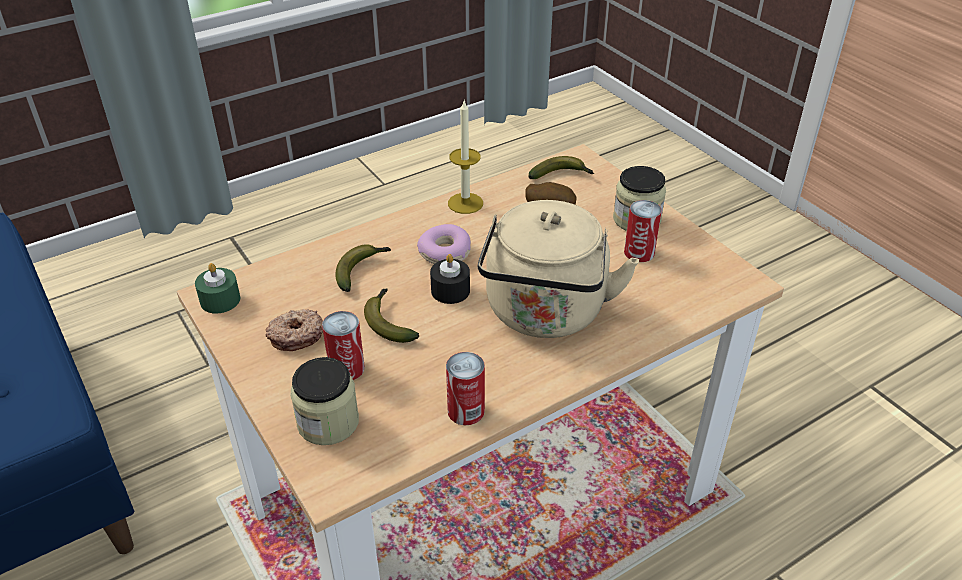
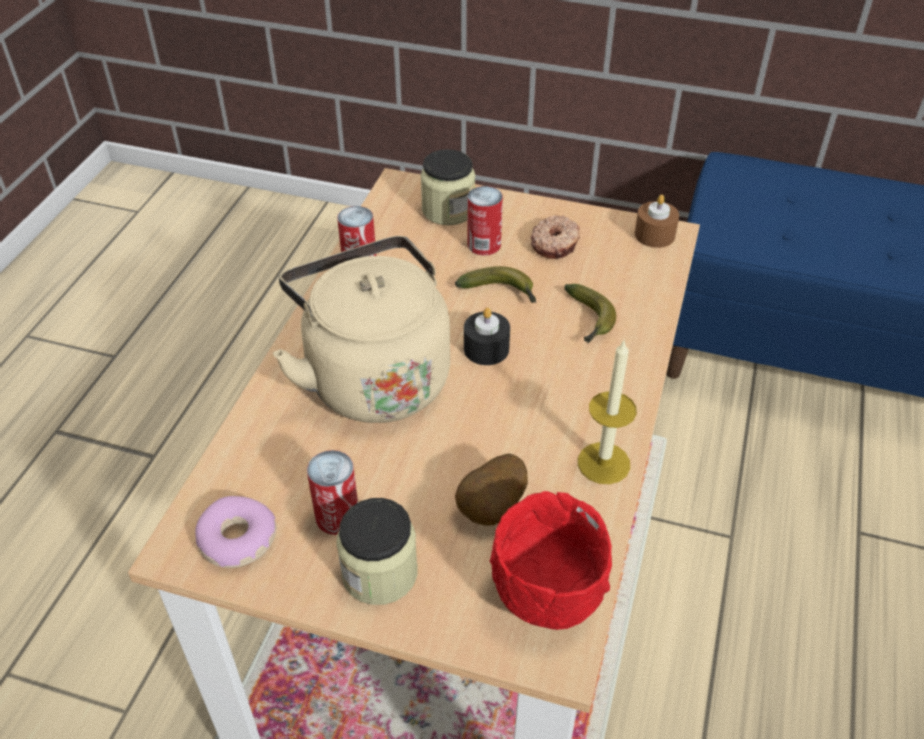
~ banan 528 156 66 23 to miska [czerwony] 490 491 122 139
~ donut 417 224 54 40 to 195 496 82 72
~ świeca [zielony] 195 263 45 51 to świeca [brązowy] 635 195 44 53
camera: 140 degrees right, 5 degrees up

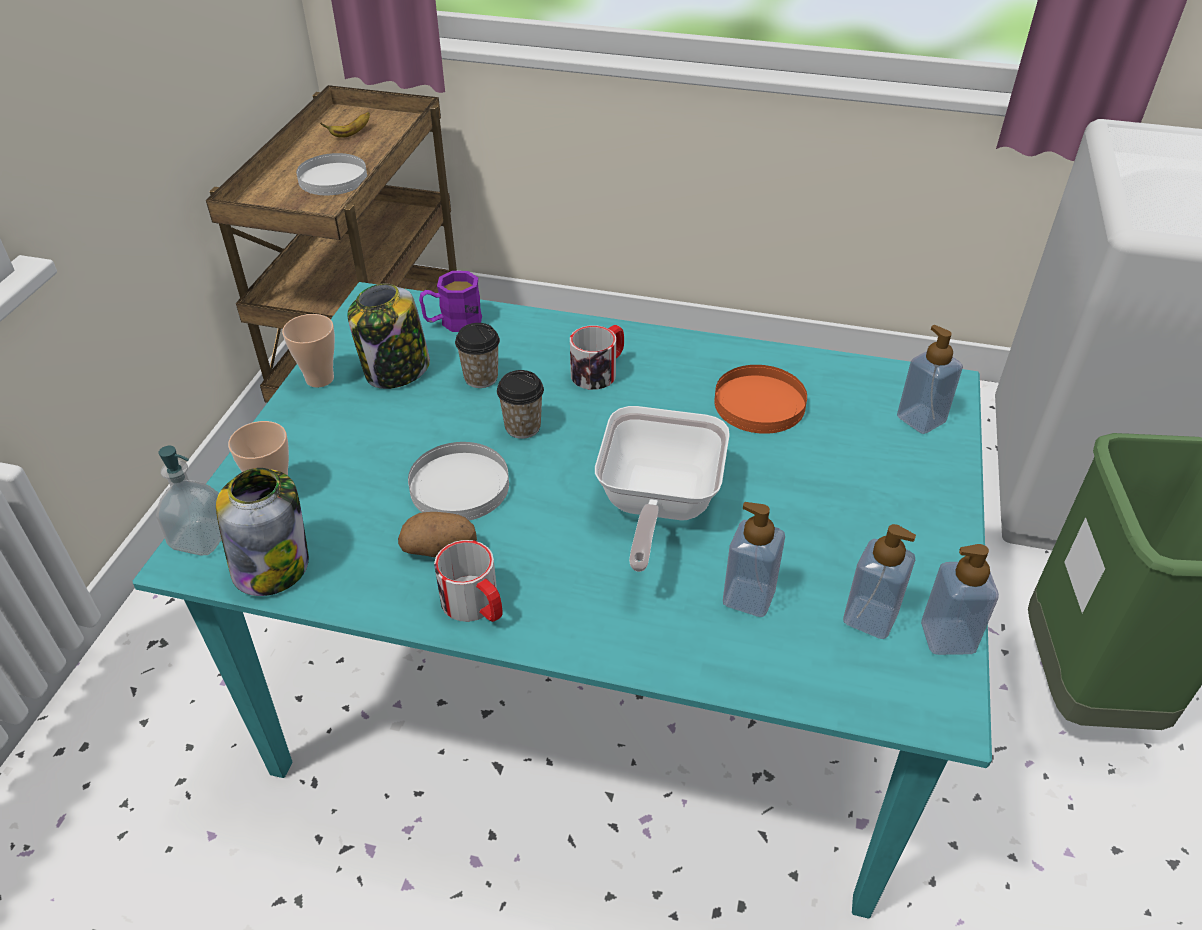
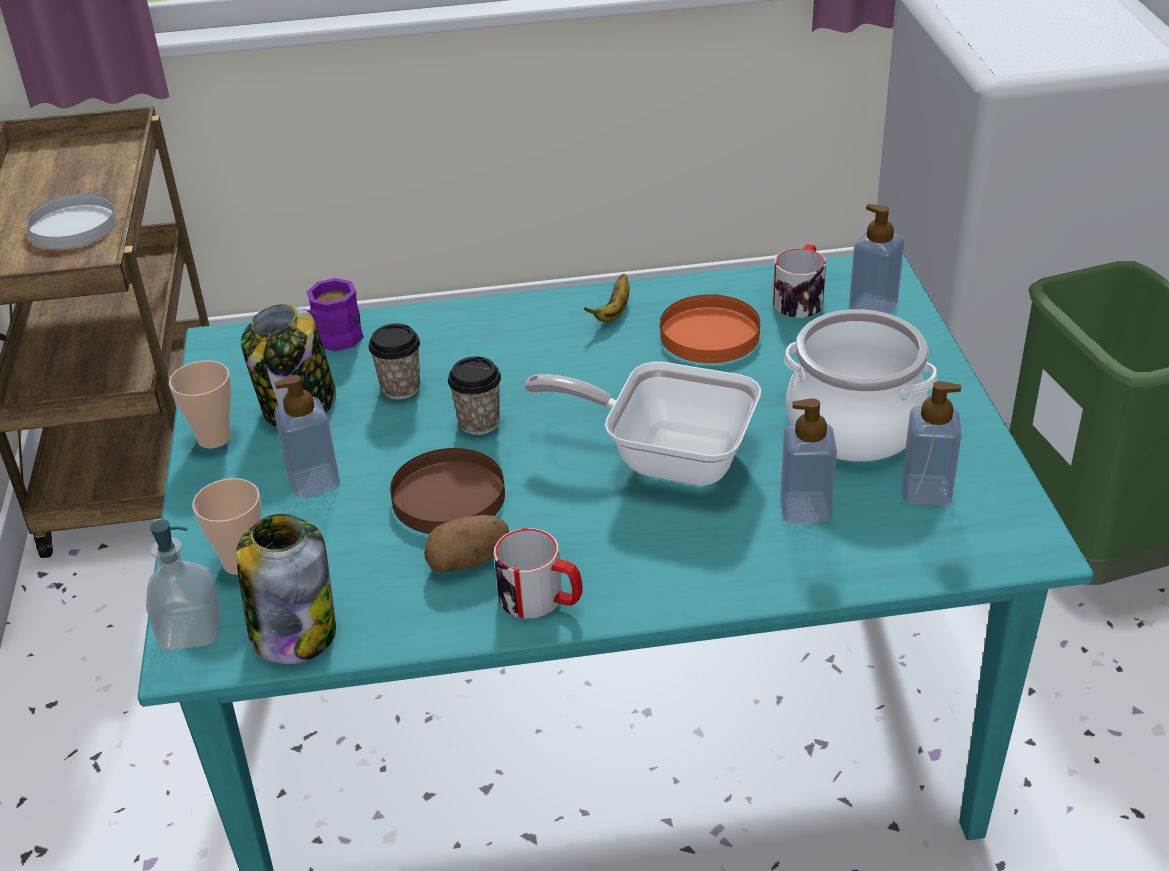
~ banan 320 112 50 26 to 584 274 46 48
~ kubek 570 325 54 65 to 773 244 53 74
~ patelnia 595 406 135 166 = 524 361 237 125 120 degrees clockwise
~ talerz [biały] 408 442 101 78 to talerz [brązowy] 390 448 115 86
~ dozownik mydła 921 544 78 111 to 274 375 66 123
+ garnek 784 309 153 153
camera: 20 degrees left, 5 degrees down

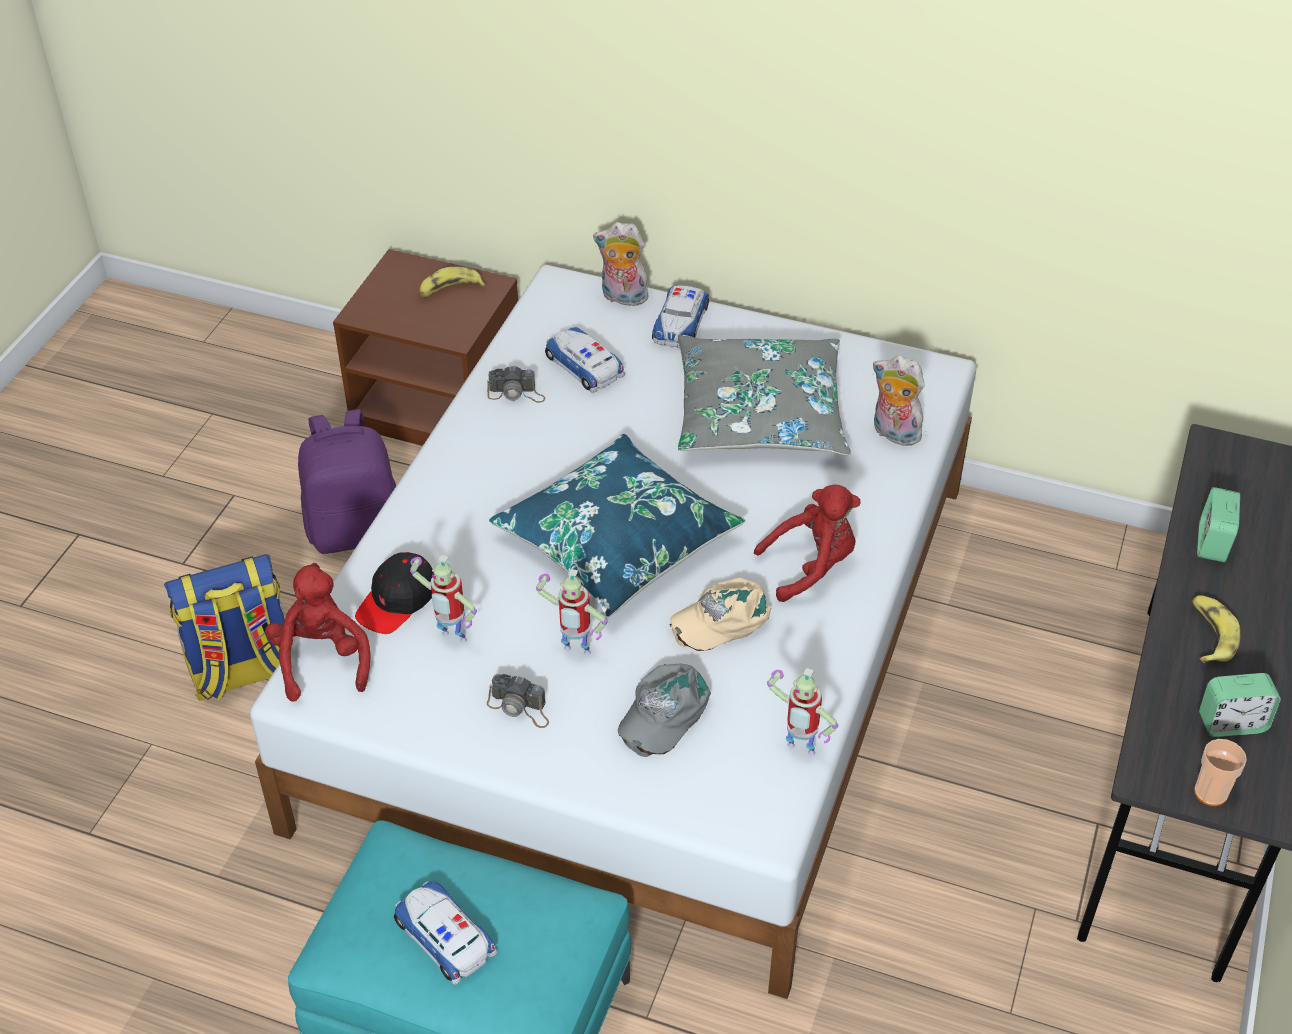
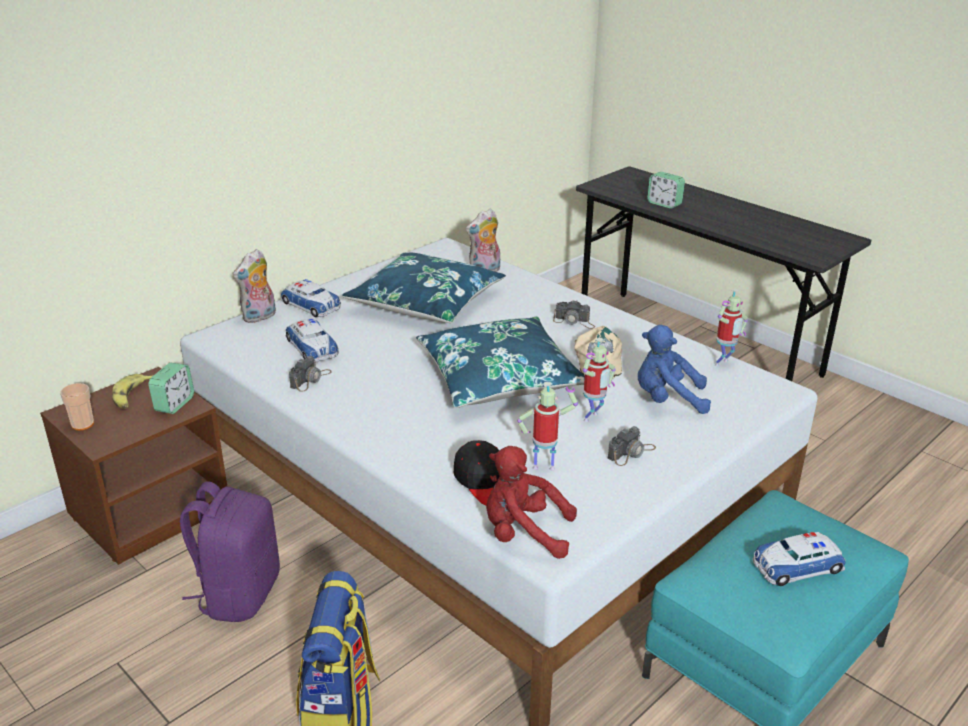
~ samochodzik 545 327 80 66 = 286 319 53 43 105 degrees counterclockwise
~ poduszka [szary] 678 335 173 120 to poduszka [niebieski] 342 253 164 70
~ pluszak [czerwony] 754 484 107 118 to aparat fotograficzny 553 301 42 28
~ robot zabawkowy 410 555 67 88 = 517 382 61 89 135 degrees counterclockwise
- banan 1192 595 49 68
~ czapka z daszkiem [szary] 618 664 93 93 to pluszak [niebieski] 638 325 73 89
~ budzik 1199 673 82 64 to 148 363 46 51
~ filiżanka 1194 739 53 67 to 60 383 34 47
camera: 65 degrees left, 15 degrees down

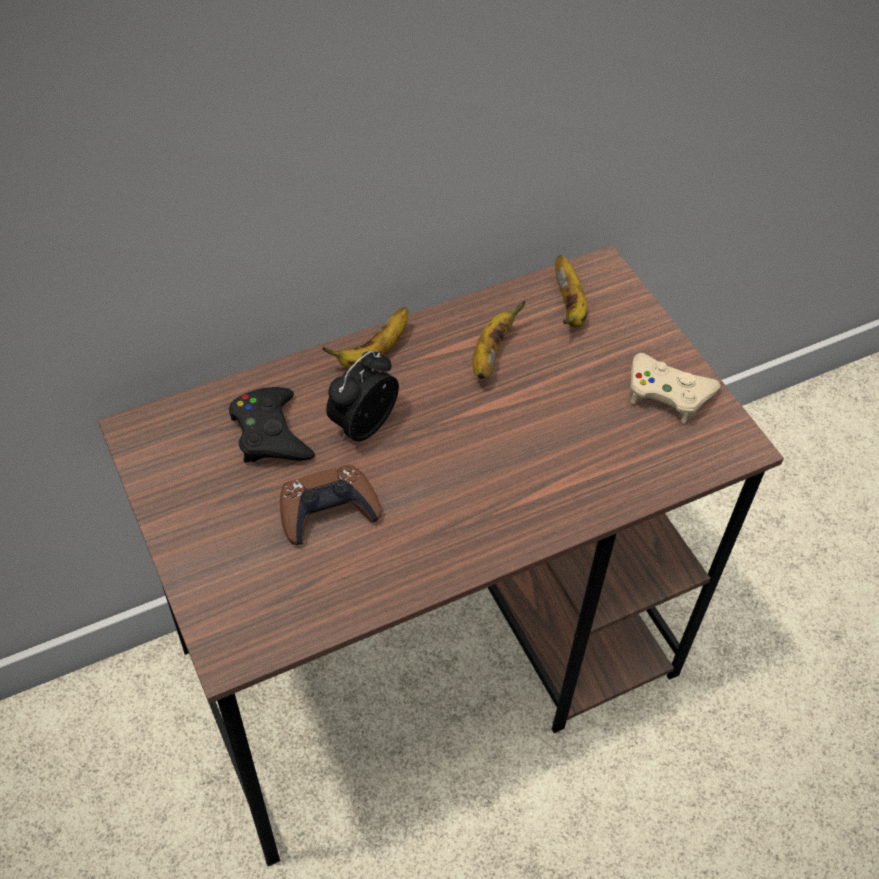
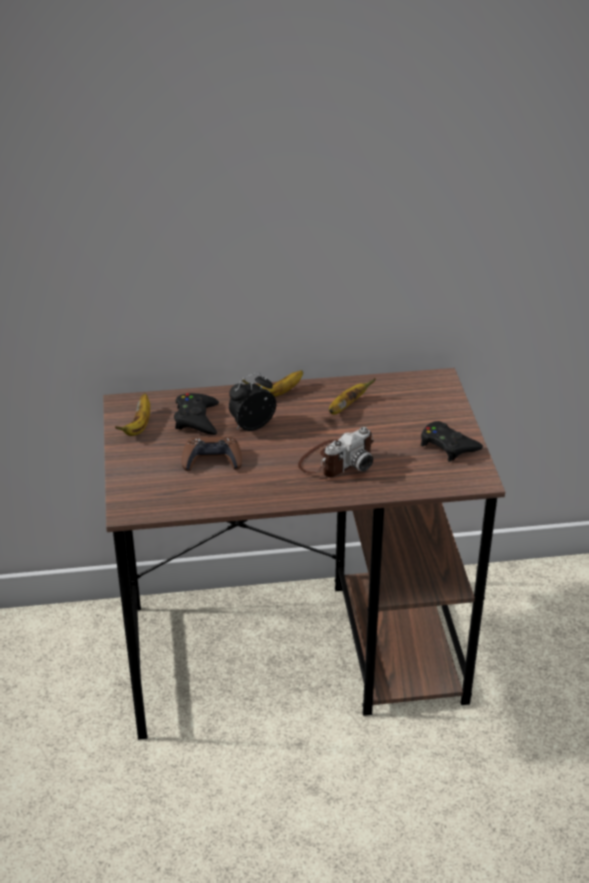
~ banan 555 255 32 73 to 115 394 35 42
~ pad do gier [beżowy] 630 353 90 71 to pad do gier [czarny] 421 421 62 41
+ aparat fotograficzny 298 427 76 50
camera: 20 degrees right, 15 degrees down

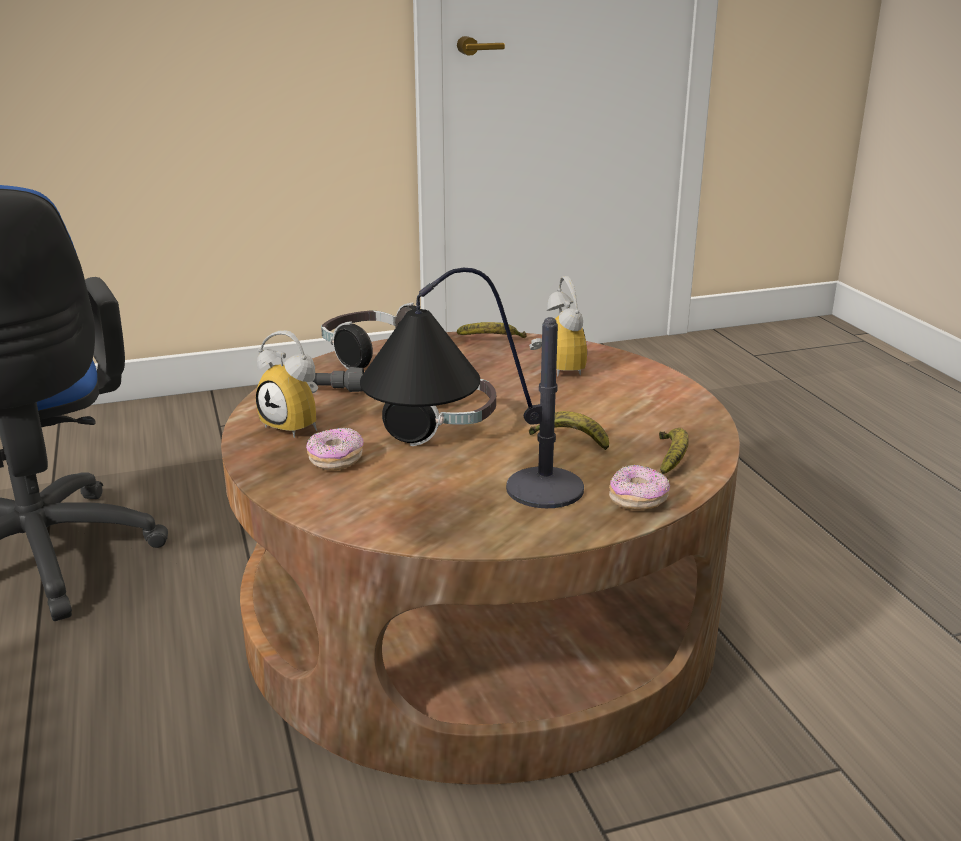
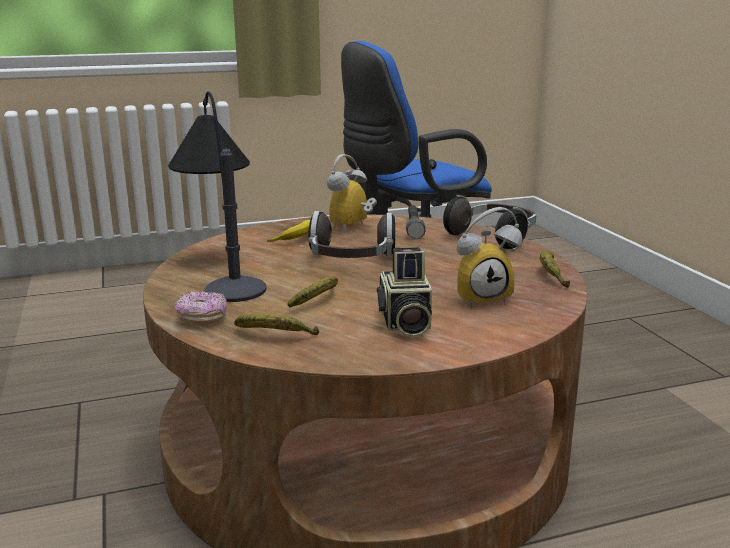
~ donut 306 428 58 42 to banan 267 220 43 22
+ aparat fotograficzny 377 247 55 90
camera: 90 degrees right, 5 degrees down

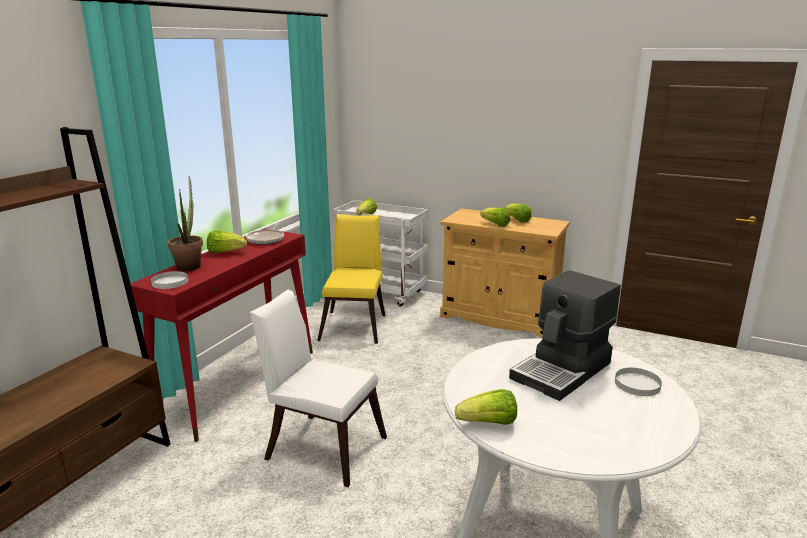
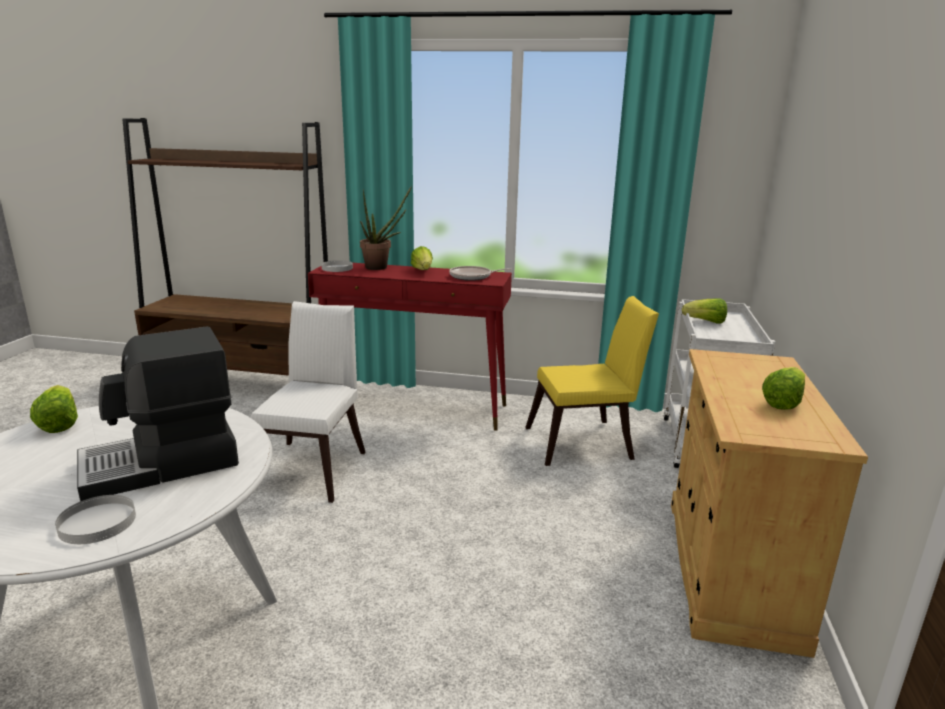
- sałata 480 207 30 20
~ ekspres do kawy 509 270 112 131 = 77 327 162 174 60 degrees counterclockwise
camera: 75 degrees right, 0 degrees up

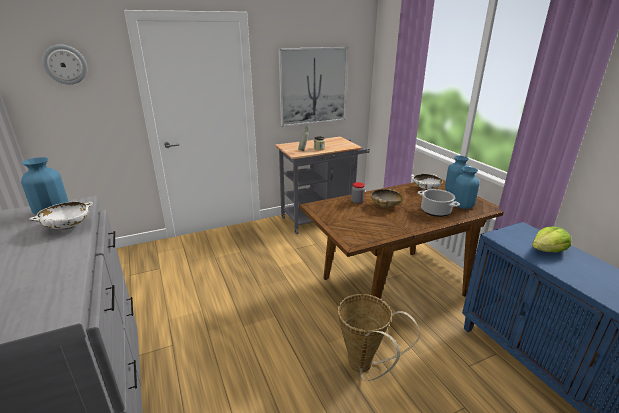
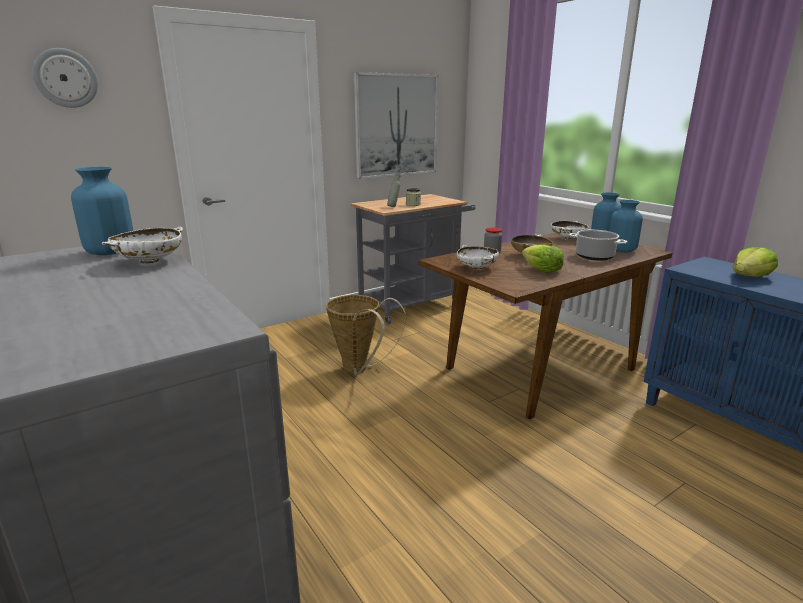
~ koszyk 338 294 82 87 to 326 295 80 80
+ miska [biały] 457 245 42 25
+ sałata 522 245 42 28
camera: 10 degrees left, 5 degrees down

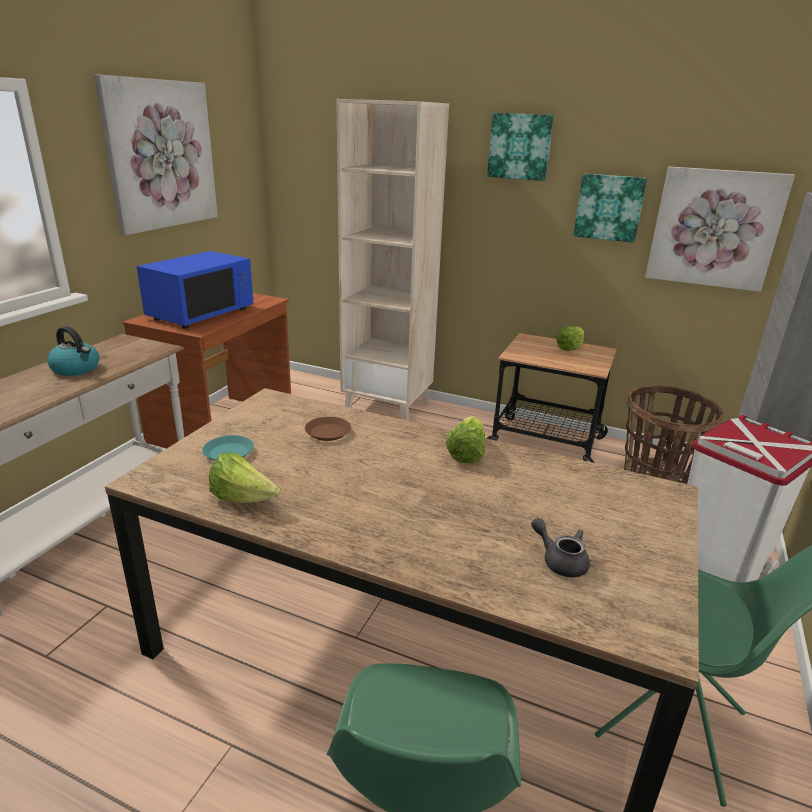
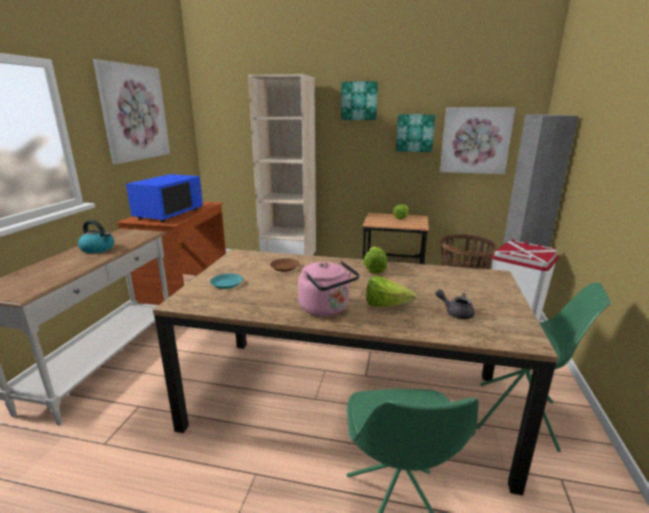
~ sałata 209 452 72 51 to 366 276 51 31
+ czajnik [różowy] 298 261 62 55
camera: 10 degrees left, 5 degrees down

